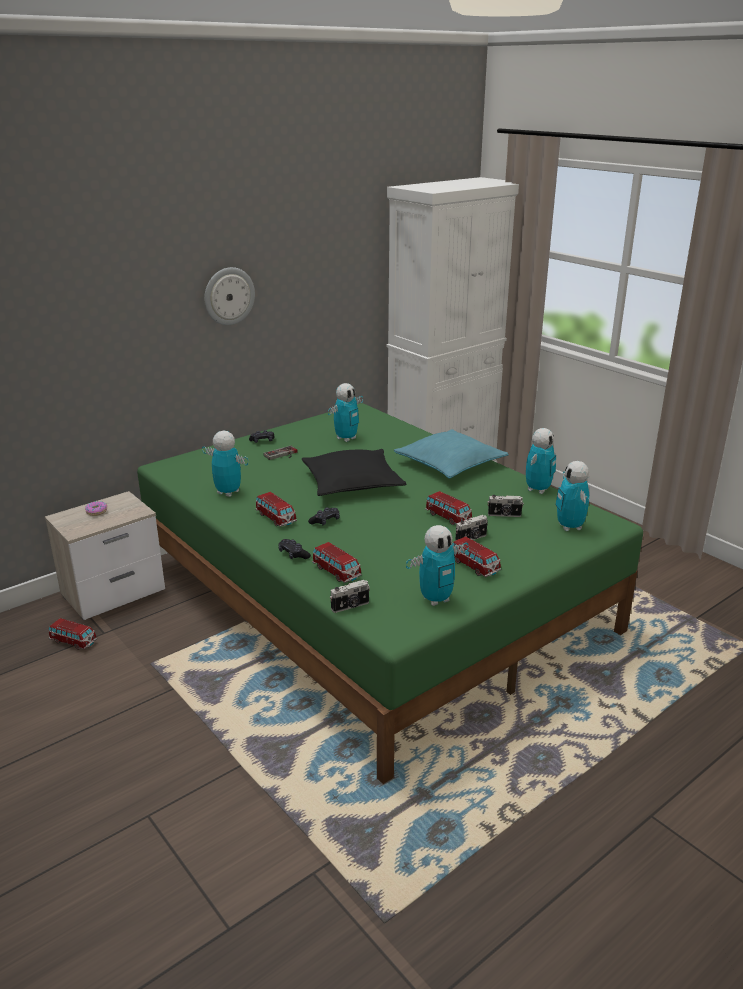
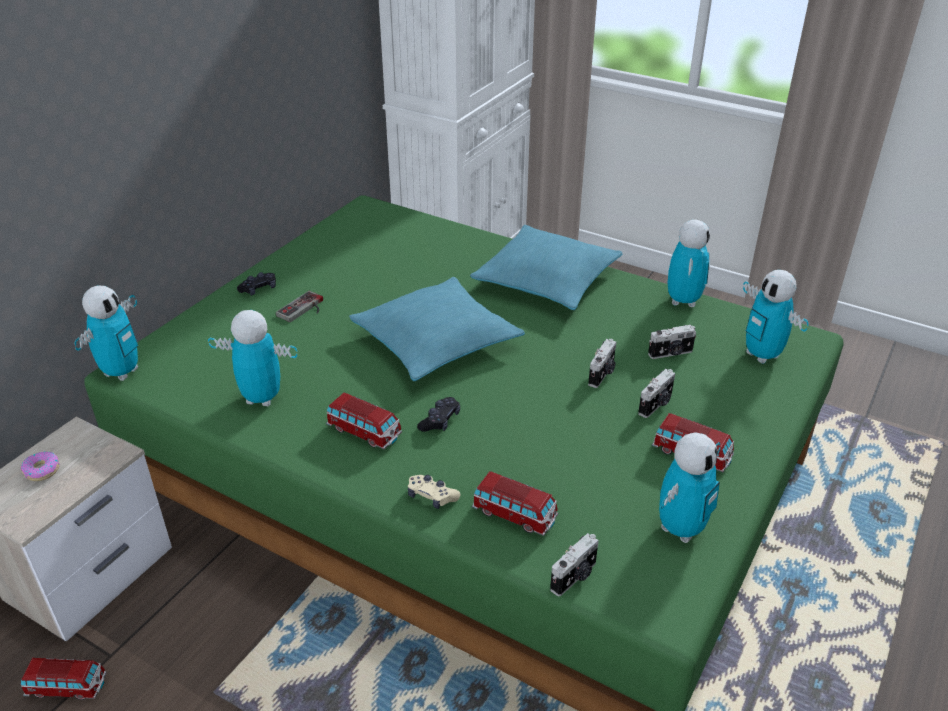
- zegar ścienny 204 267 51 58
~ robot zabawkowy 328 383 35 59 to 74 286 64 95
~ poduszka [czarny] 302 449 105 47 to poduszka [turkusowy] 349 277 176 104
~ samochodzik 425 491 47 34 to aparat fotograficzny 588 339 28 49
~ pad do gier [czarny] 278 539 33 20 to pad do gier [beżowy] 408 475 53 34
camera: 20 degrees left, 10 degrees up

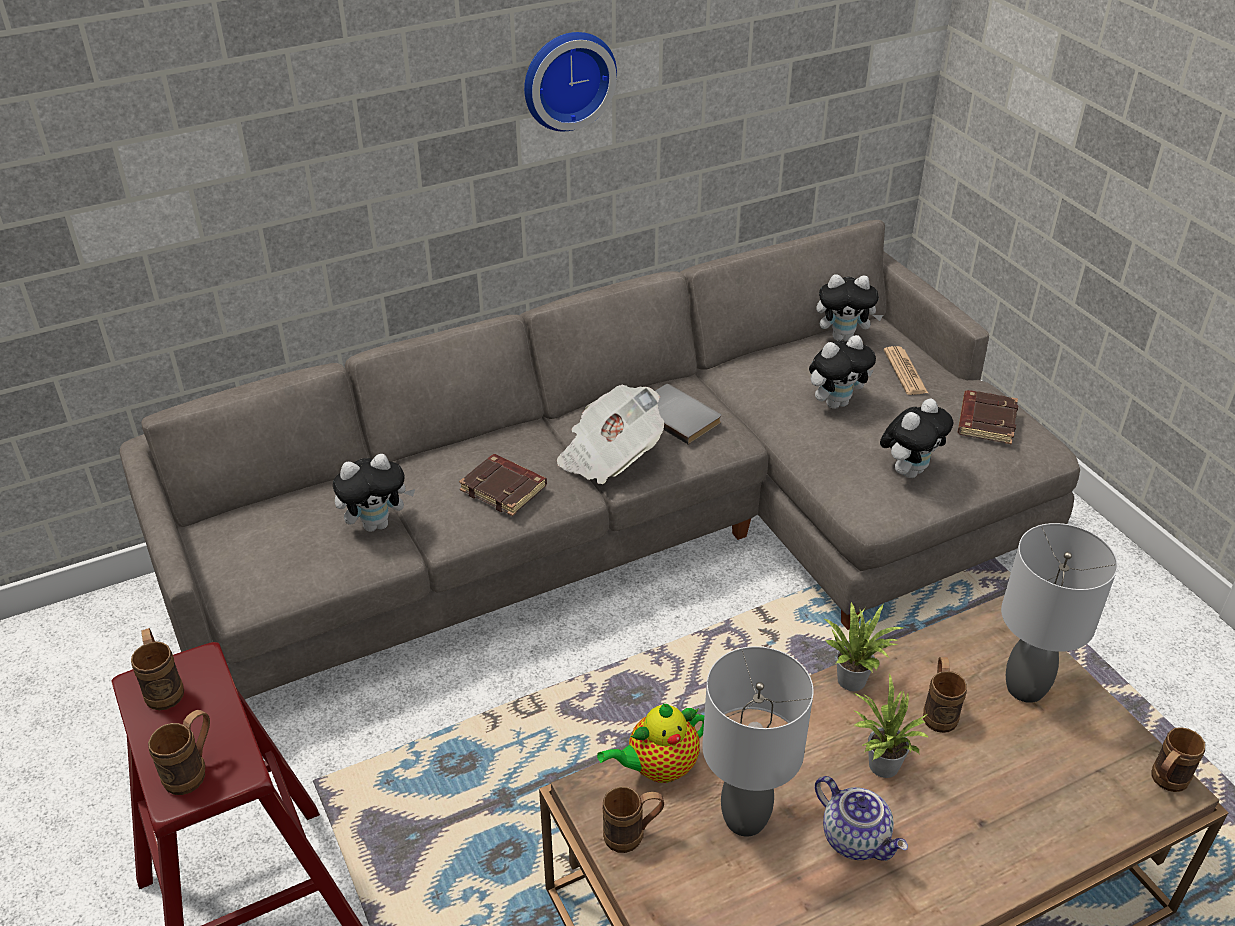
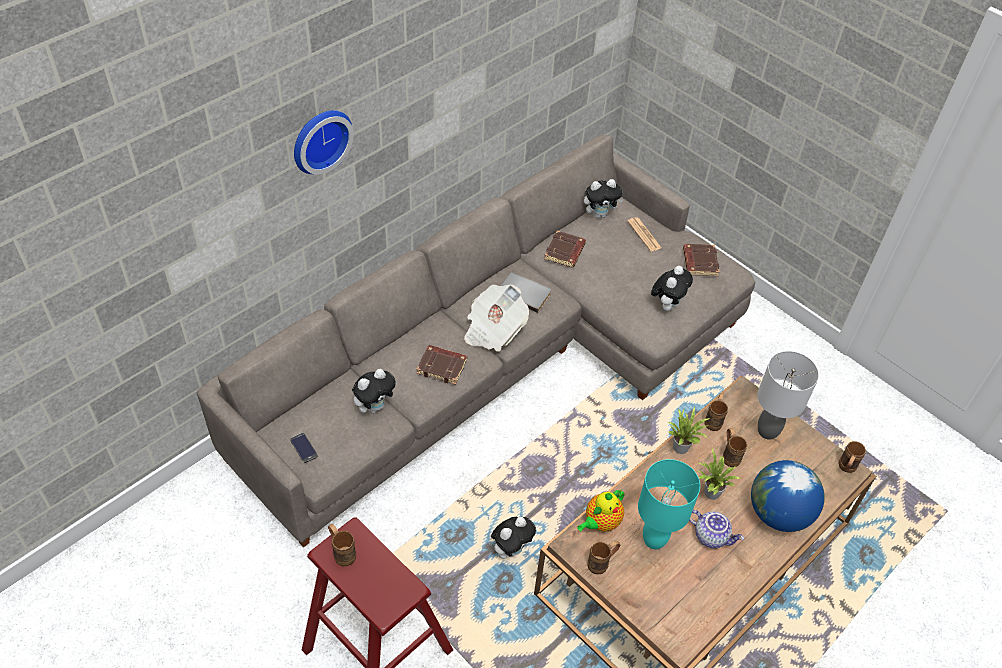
~ zegar ścienny 524 32 93 99 to 294 110 60 64
~ pluszak 809 335 67 74 to 491 517 45 42
~ lampa stołowa [szary] 702 646 112 190 to lampa stołowa [turkusowy] 638 459 62 90
~ kubek [brązowy] 148 710 62 85 to 704 393 24 38
+ książka [brązowy] 544 231 42 37
+ telefon 290 433 27 30
+ globus 751 460 74 72
camera: 20 degrees left, 10 degrees up

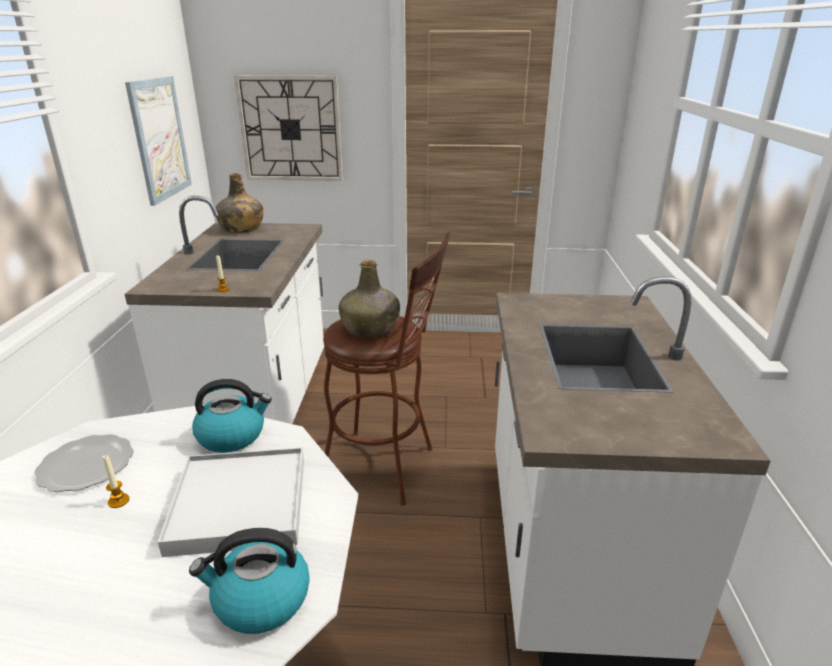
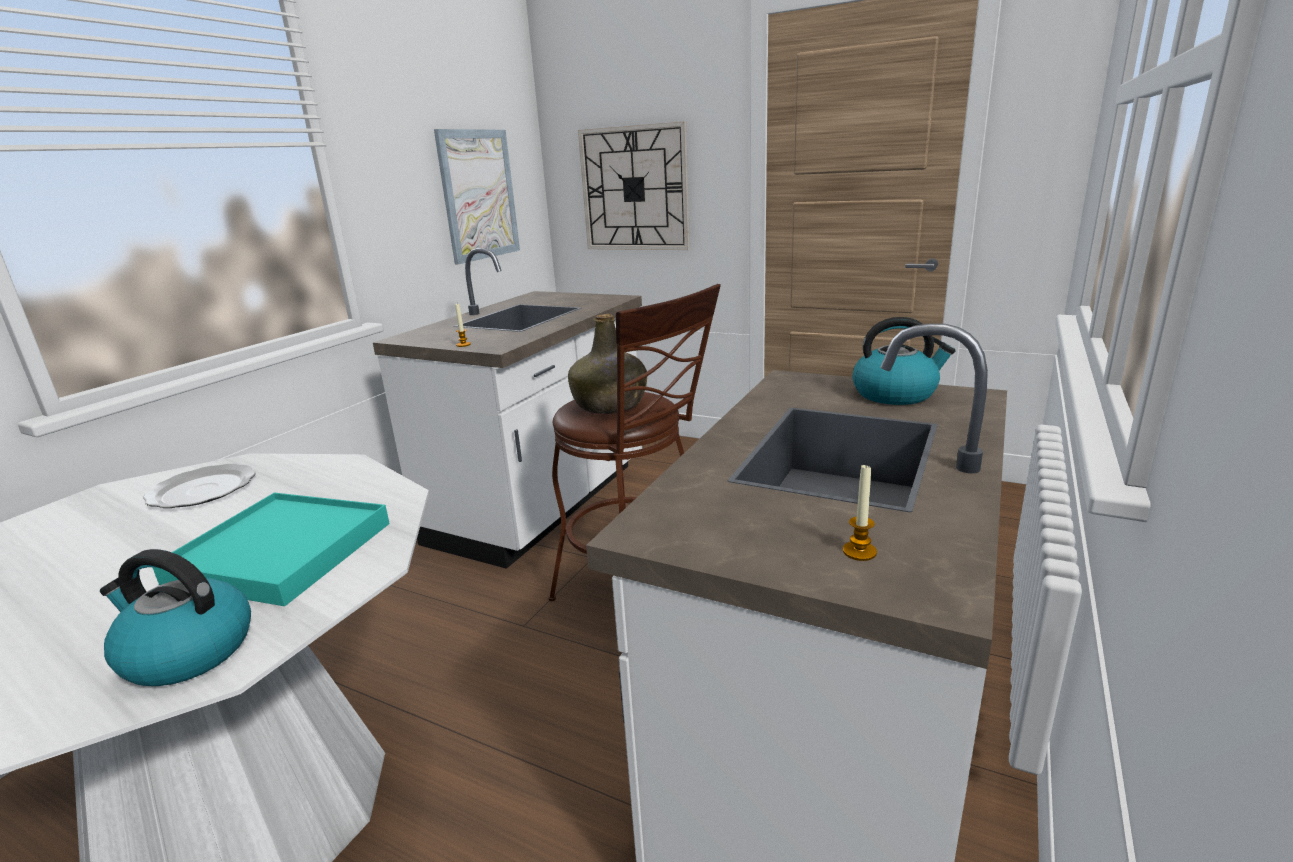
- butelka [zielony] 216 173 47 60
~ czajnik 192 379 80 74 to 853 317 102 88
~ taca [biały] 158 447 146 110 to taca [turkusowy] 152 493 238 113
~ świeca 102 455 27 53 to 843 464 34 97
camera: 25 degrees right, 5 degrees down

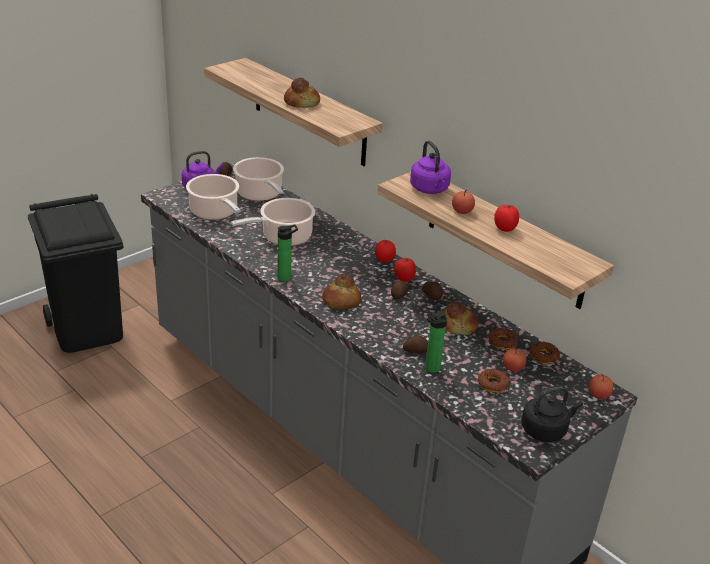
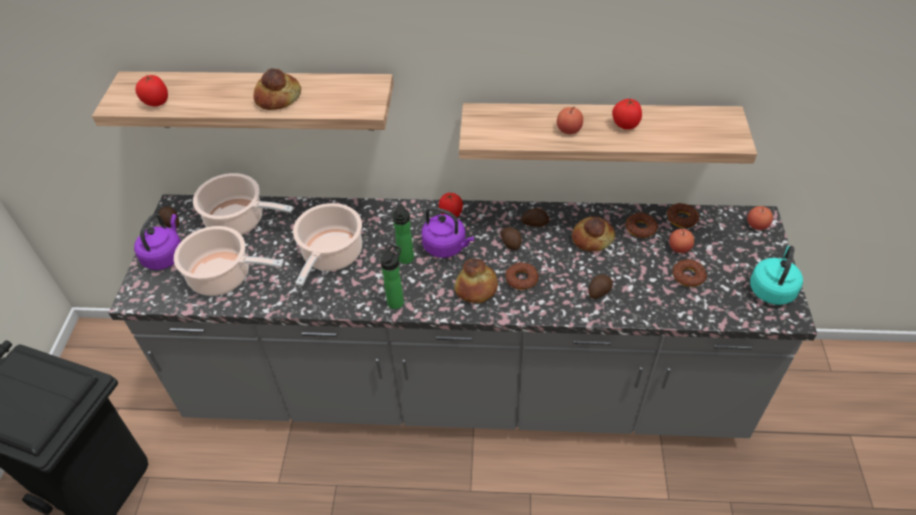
~ czajnik [fioletowy] 410 140 41 54 to 421 207 53 51
~ pomidor 394 258 22 24 to 135 75 33 32
~ butelka 425 311 22 62 to 392 204 22 60
~ czajnik [czarny] 521 386 62 56 to czajnik [turkusowy] 750 246 53 59
+ donut 505 262 34 28
camera: 40 degrees left, 15 degrees up

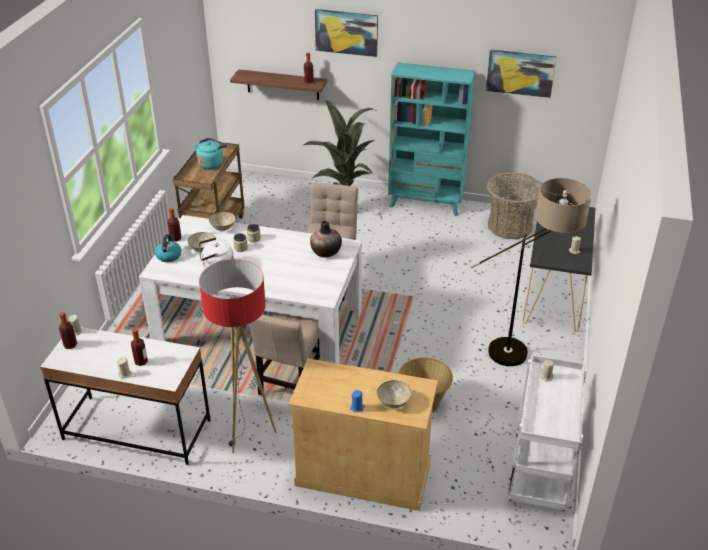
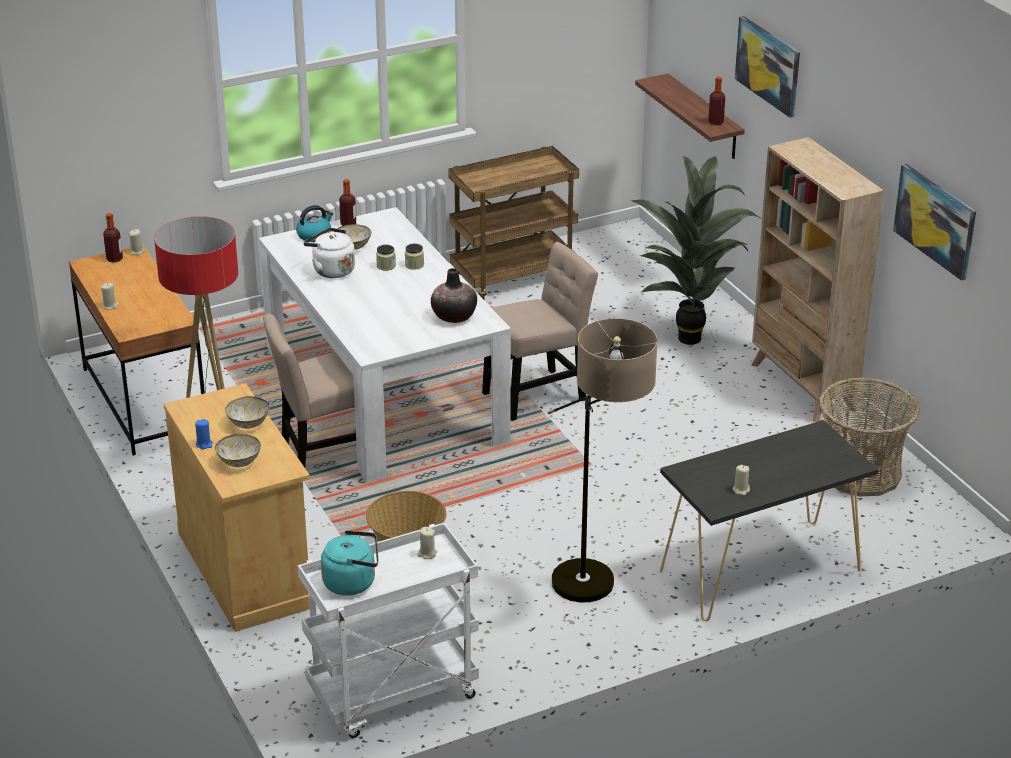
~ regał [turkusowy] 388 63 87 153 to regał [beżowy] 751 137 133 285
~ czajnik [turkusowy] 195 138 32 32 to 321 530 58 66
~ miska 209 211 27 20 to 225 396 44 33
~ biurko [biały] 40 327 170 138 to biurko [brązowy] 69 245 136 211
- butelka 131 328 17 38
camera: 50 degrees right, 5 degrees down

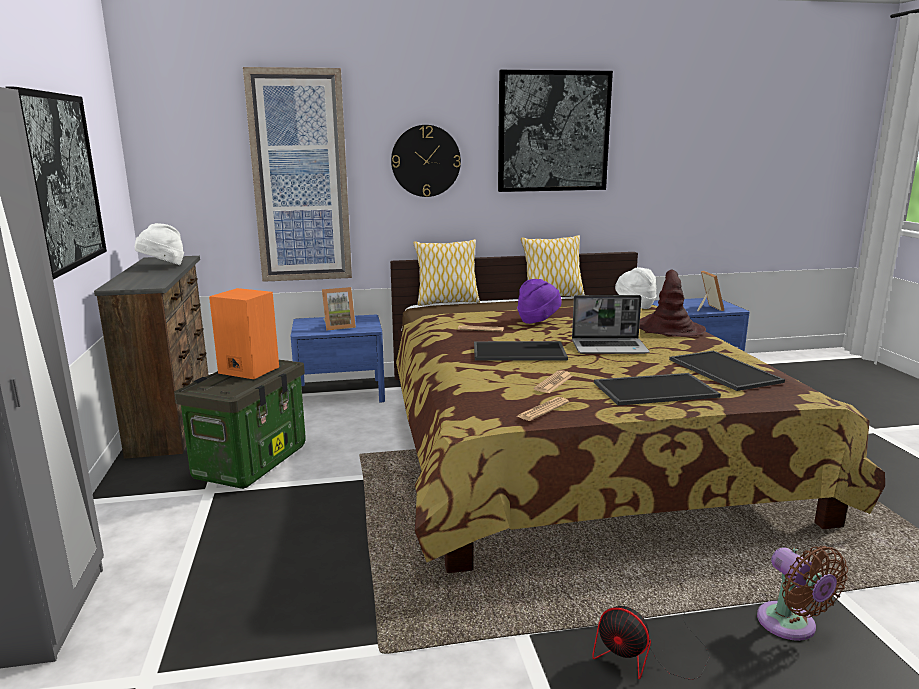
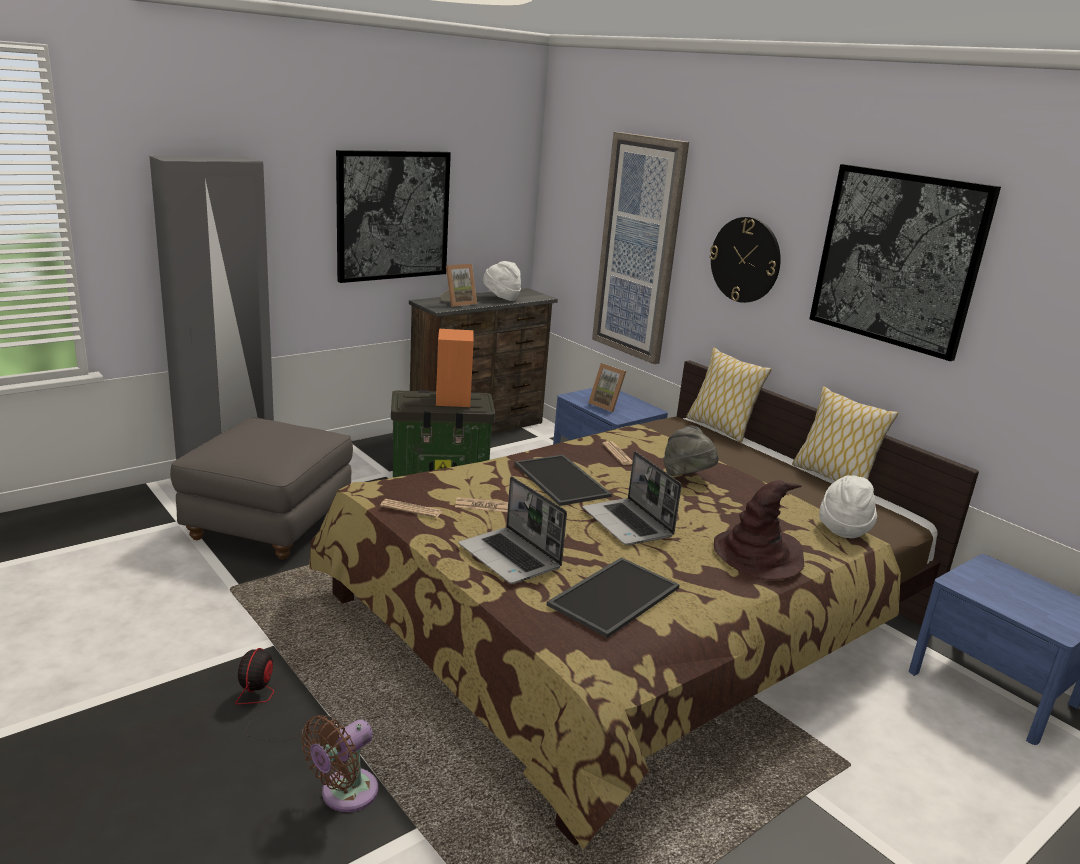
~ ramka na zdjęcie 697 271 27 40 to 441 264 36 43
~ kapelusz [fioletowy] 517 279 45 45 to kapelusz [szary] 663 425 56 51
~ taca 594 373 127 33 to laptop 459 476 108 108
+ pufa [szary] 170 417 183 143
camera: 60 degrees right, 5 degrees up

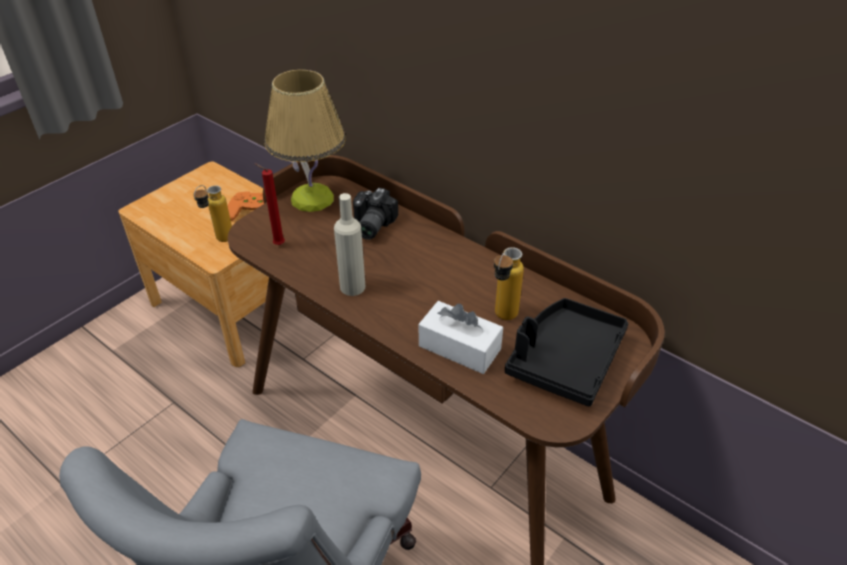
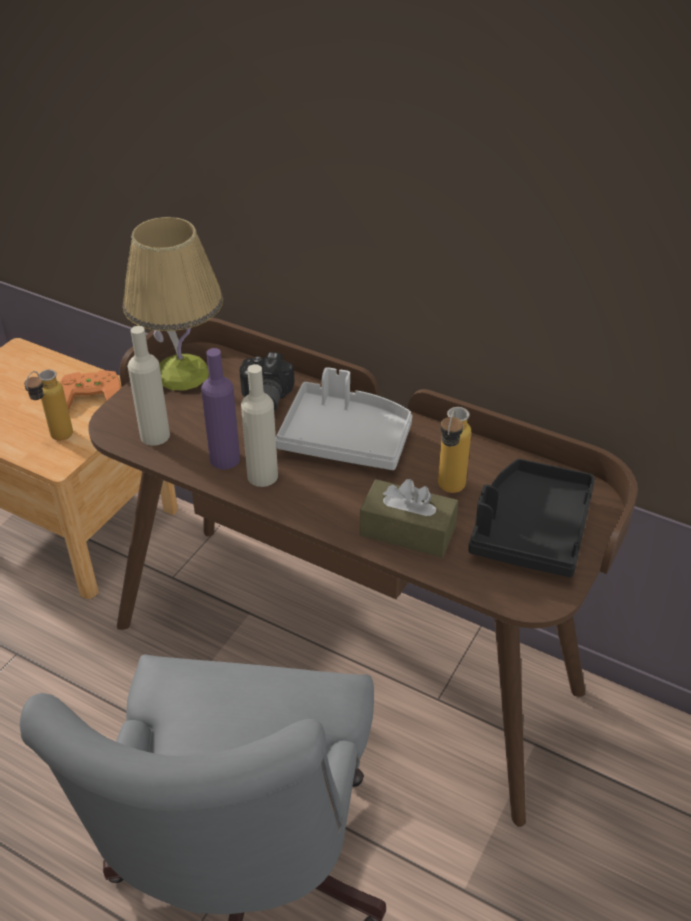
~ świeca [czerwony] 254 163 31 82 to butelka [beżowy] 128 326 42 120
~ pudełko chusteczek [biały] 419 301 84 73 to pudełko chusteczek [brązowy] 360 479 98 79
+ butelka [fioletowy] 201 348 39 122
+ taca [szary] 276 367 137 103
camera: 10 degrees left, 0 degrees up

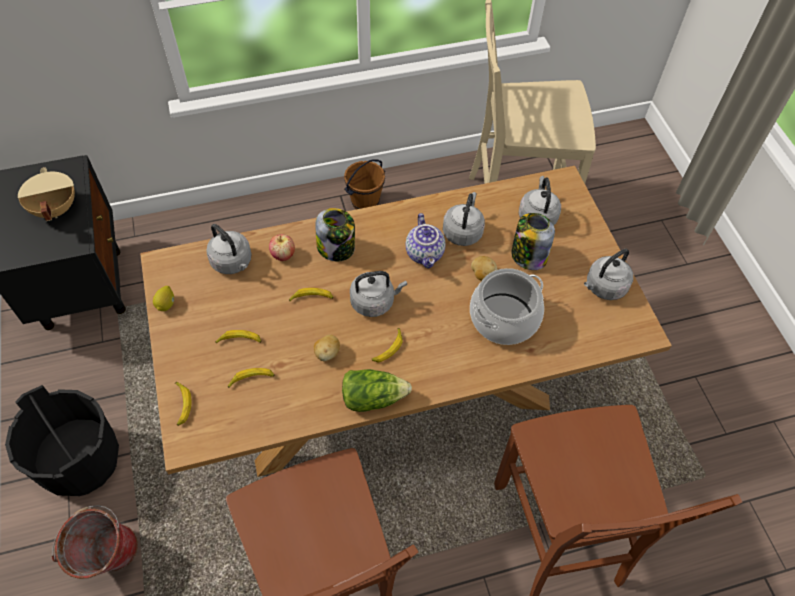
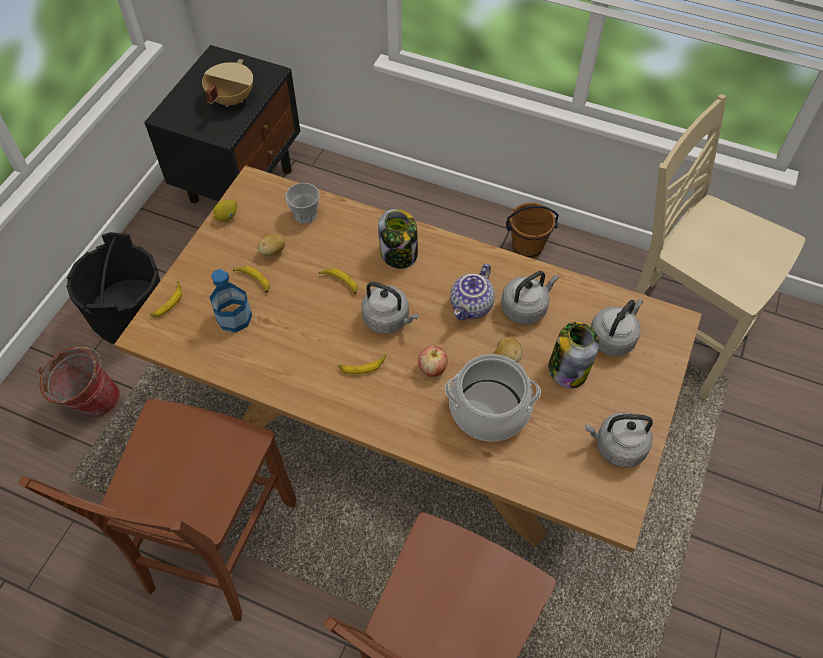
~ czajnik [szary] 206 224 46 50 to filiżanka 285 183 35 41
~ jabłko 269 234 26 27 to 418 346 30 31
~ ziemniak 314 335 26 26 to 258 234 27 22
~ banan 227 368 48 20 to butelka 209 269 43 64
- sałata 342 369 70 43
camera: 40 degrees right, 0 degrees up

